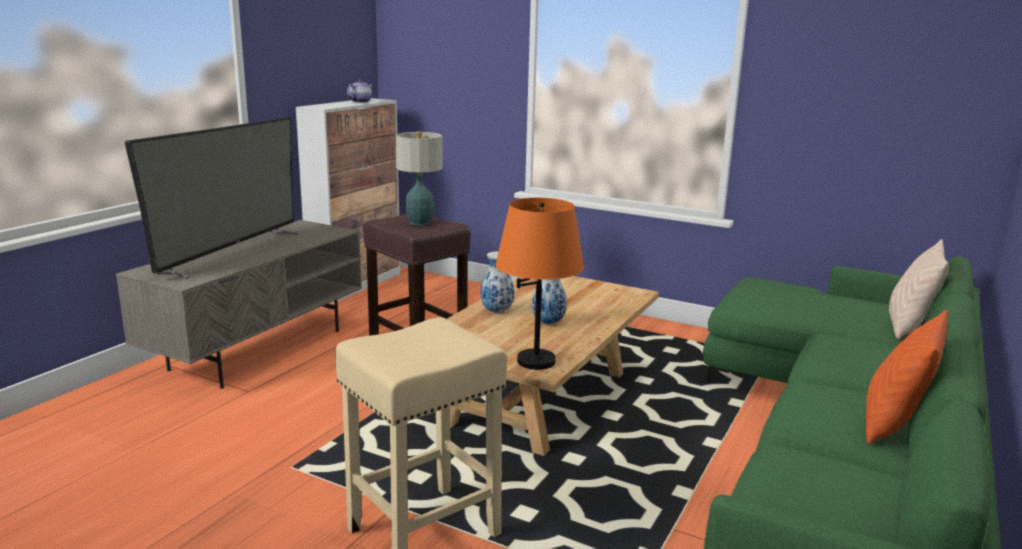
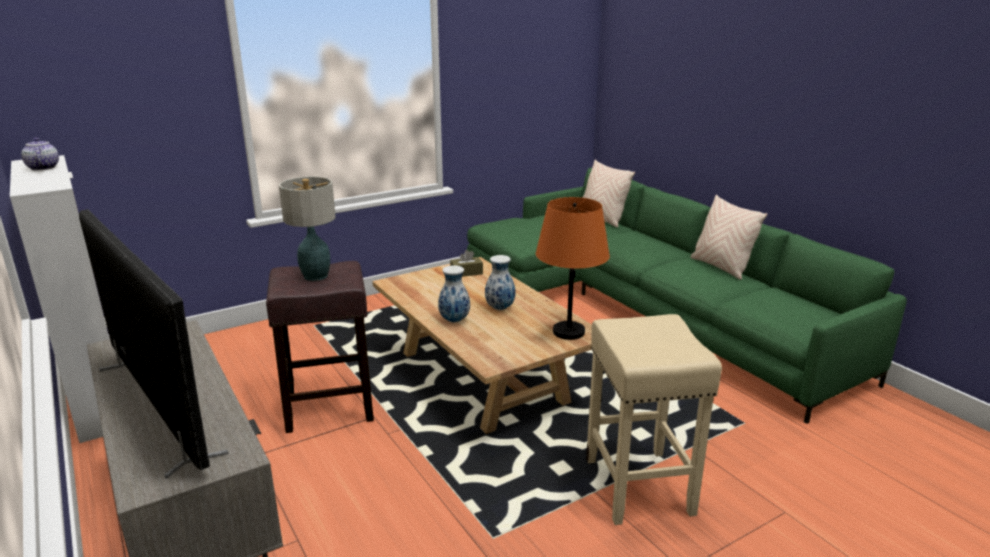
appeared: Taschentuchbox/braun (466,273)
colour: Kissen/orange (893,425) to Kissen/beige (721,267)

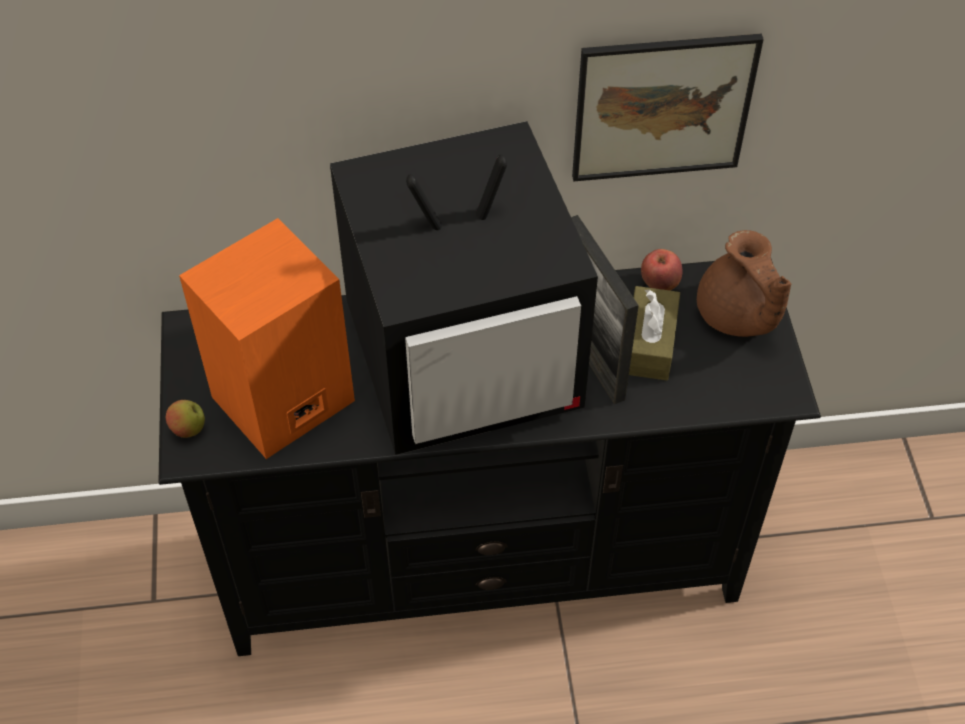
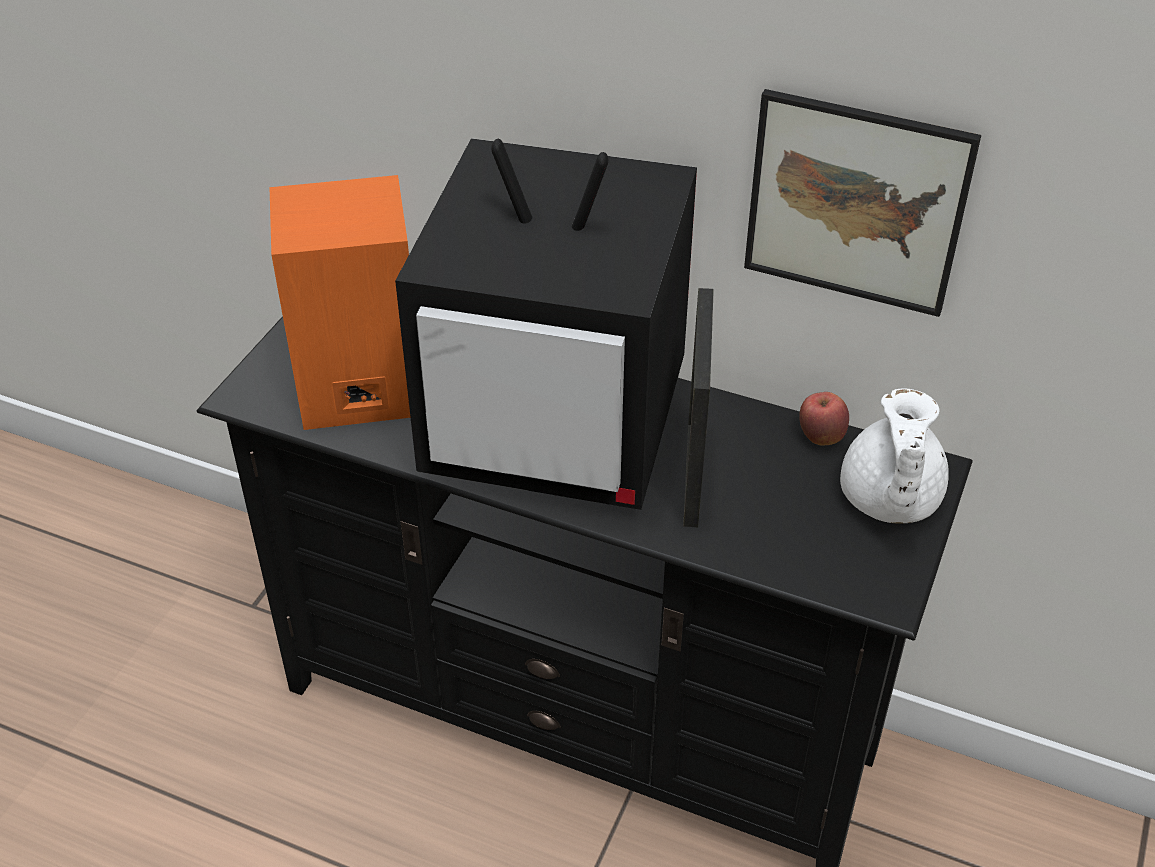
missing: Apfel (188,429); Taschentuchbox/braun (649,344)
colour: Teekanne/braun (737,316) to Teekanne/weiß (888,500)

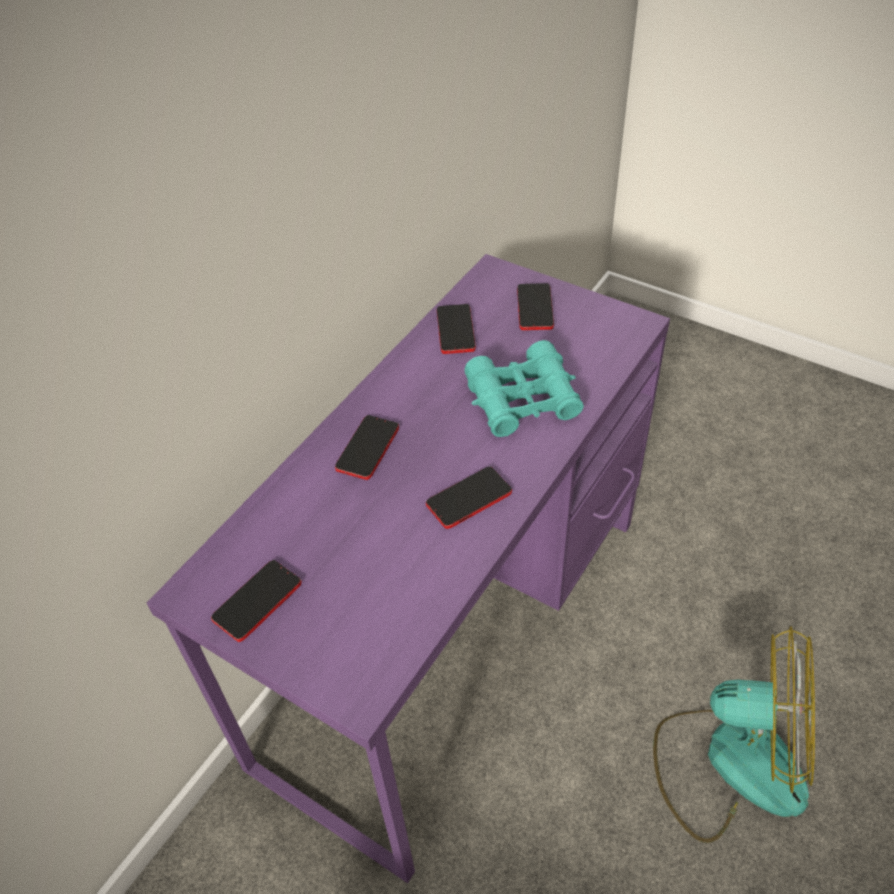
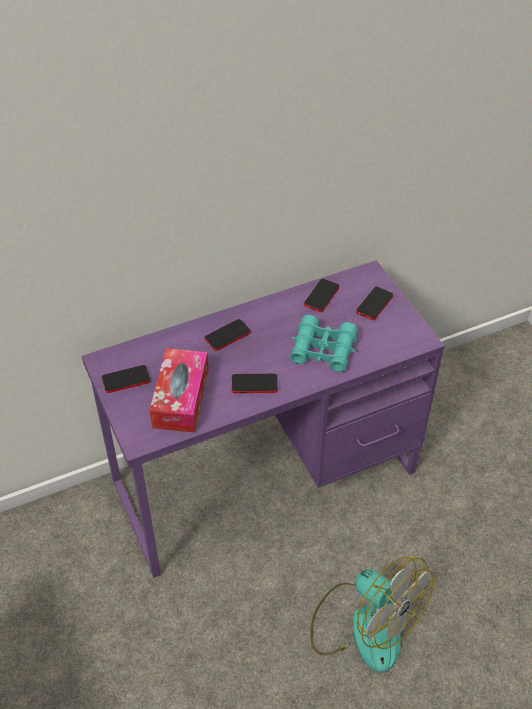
appeared: Taschentuchbox (181,398)

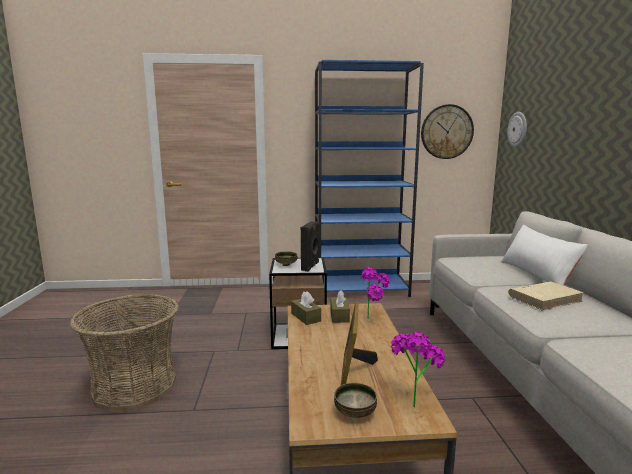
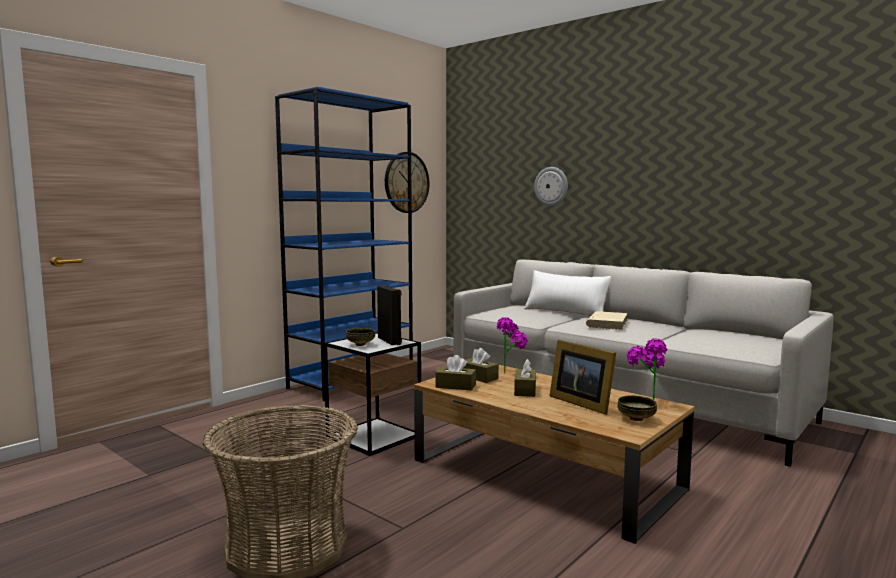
appeared: Taschentuchbox/braun (525,390)
relocated: Wanduhr (518,129) to (551,186)

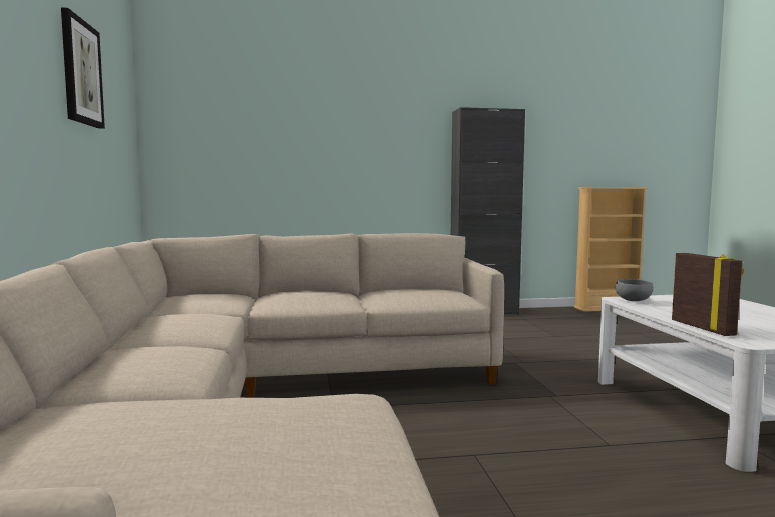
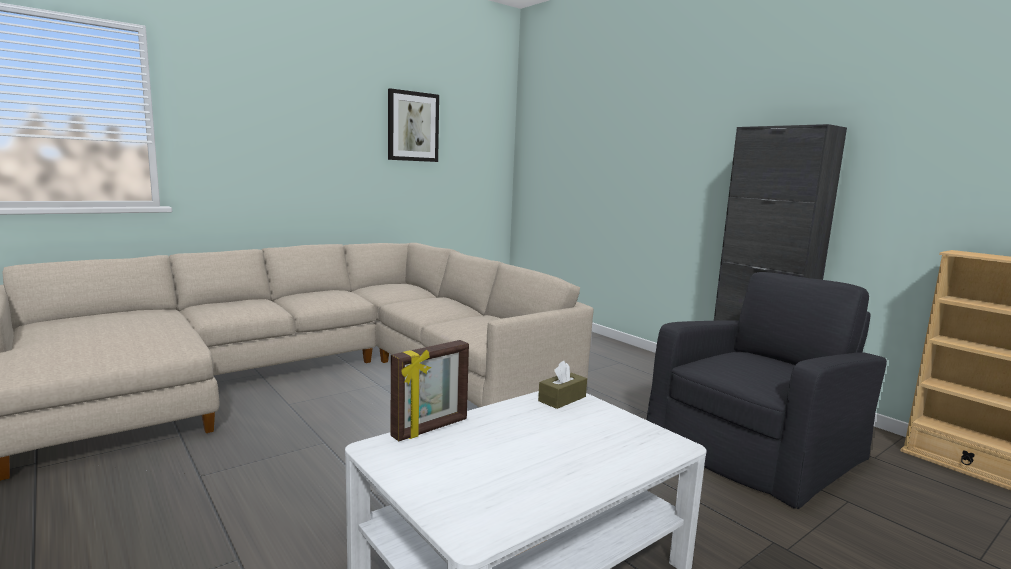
appeared: Sessel/schwarz (755,446)
exchanged: Schüssel/grau (634,301) to Taschentuchbox/braun (562,399)

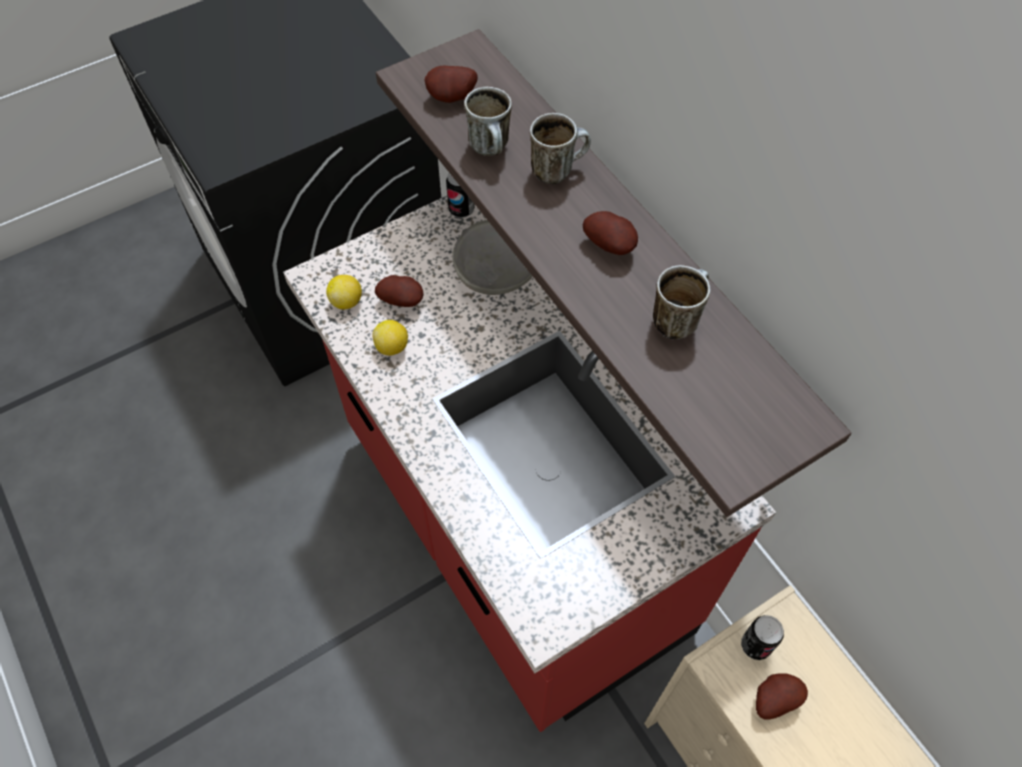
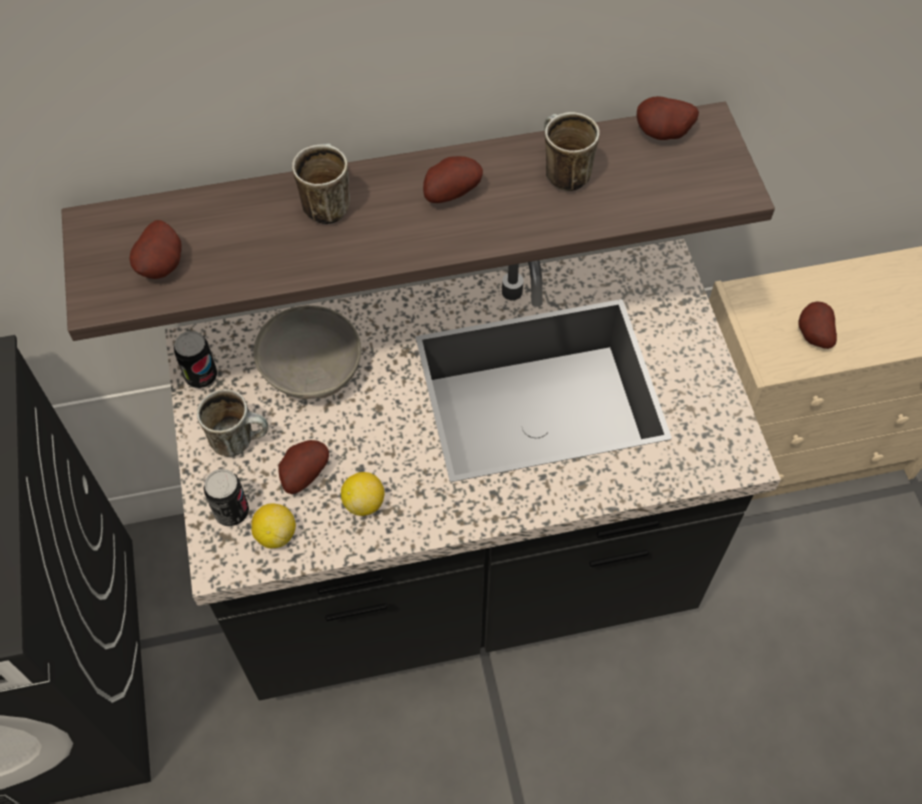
appeared: Kartoffel (663,135)
relocated: Henkelbecher (492,150) to (240,440); Dose (755,645) to (232,512)
colour: Küchenzeile/rot (511,532) to Küchenzeile/schwarz (460,574)

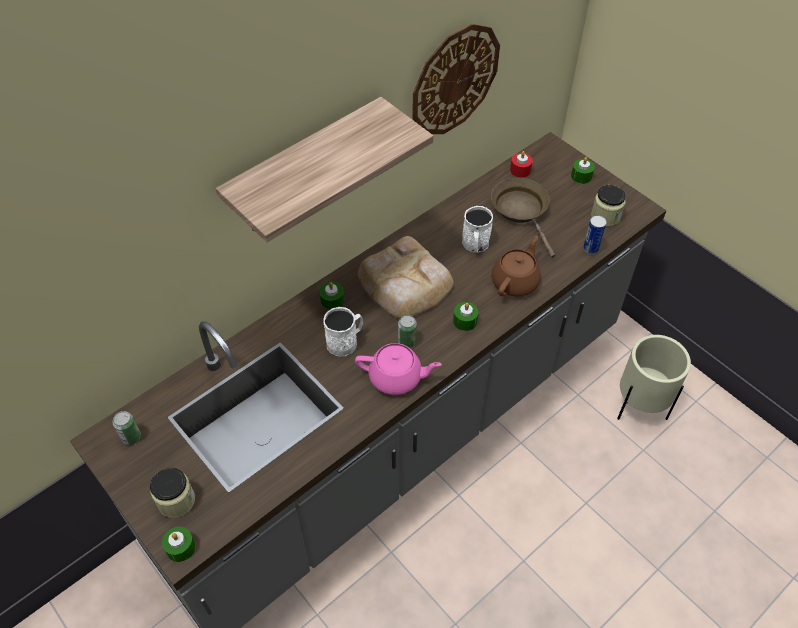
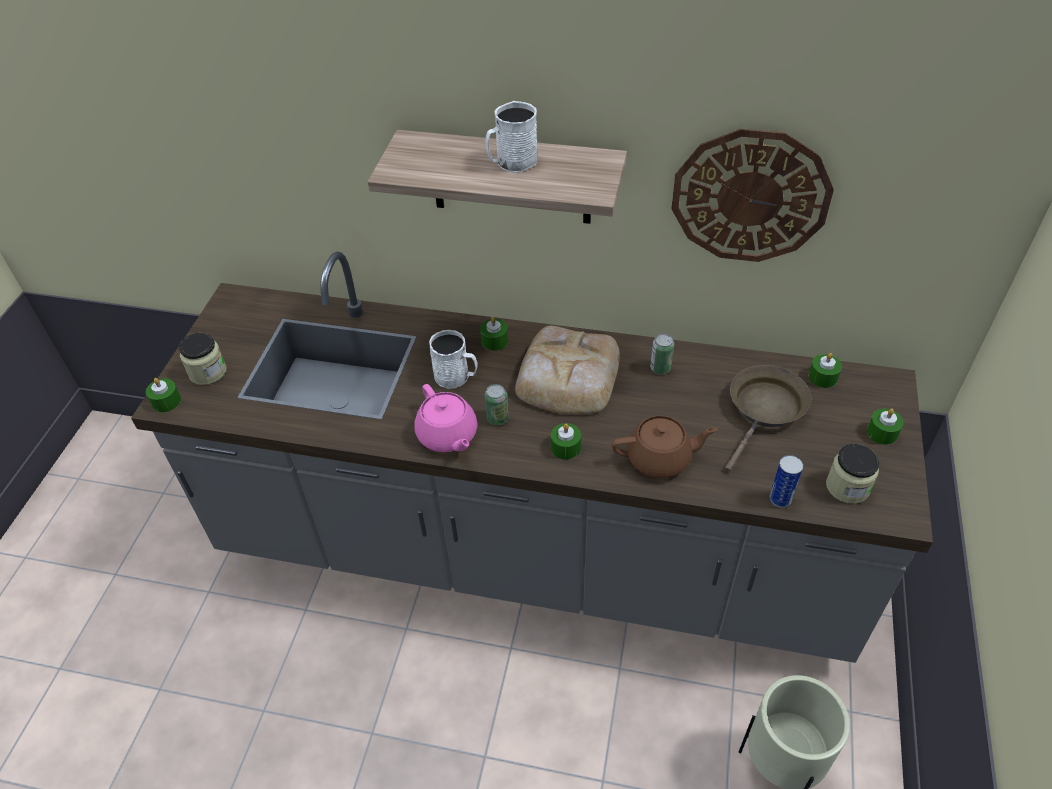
relocated: Dose (131,437) to (660,368); Henkelbecher/weiß (475,245) to (511,163)
colour: Kerze/rot (520,170) to Kerze/grün (822,377)

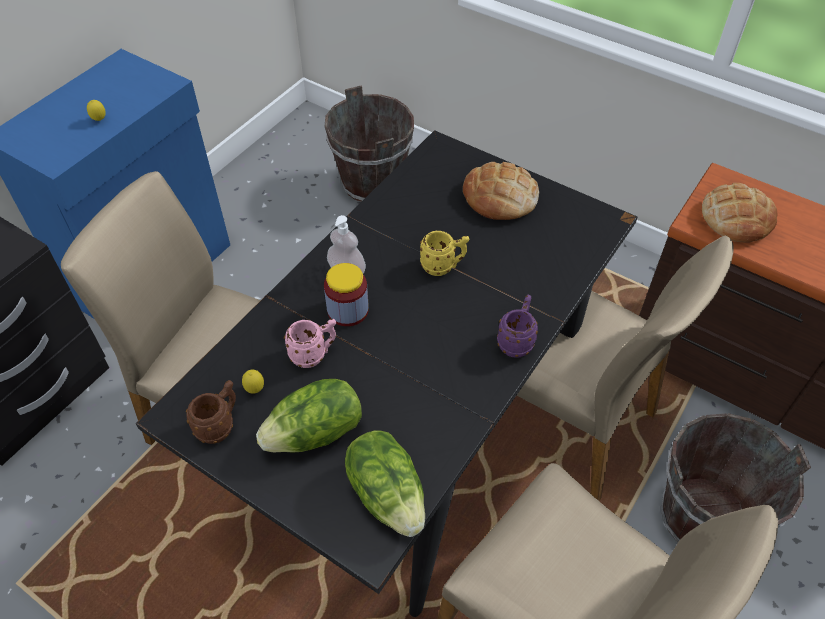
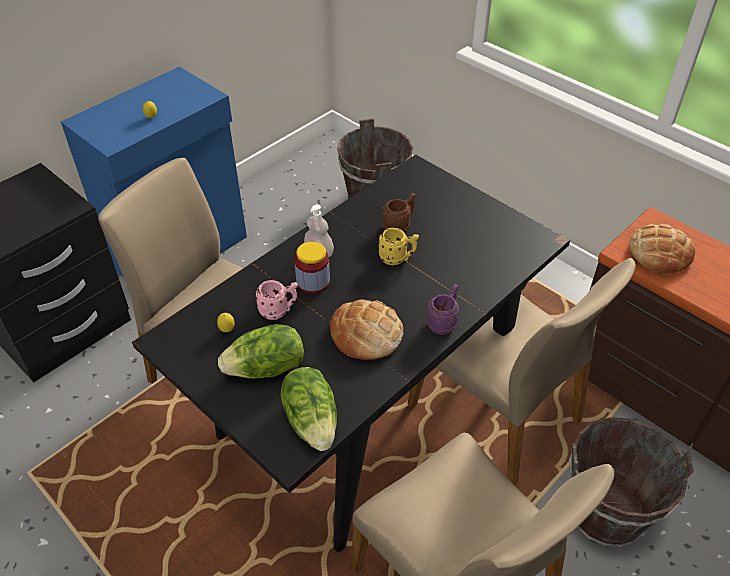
relocated: Henkelbecher/braun (220,425) to (399,226); Brot (500,197) to (366,334)

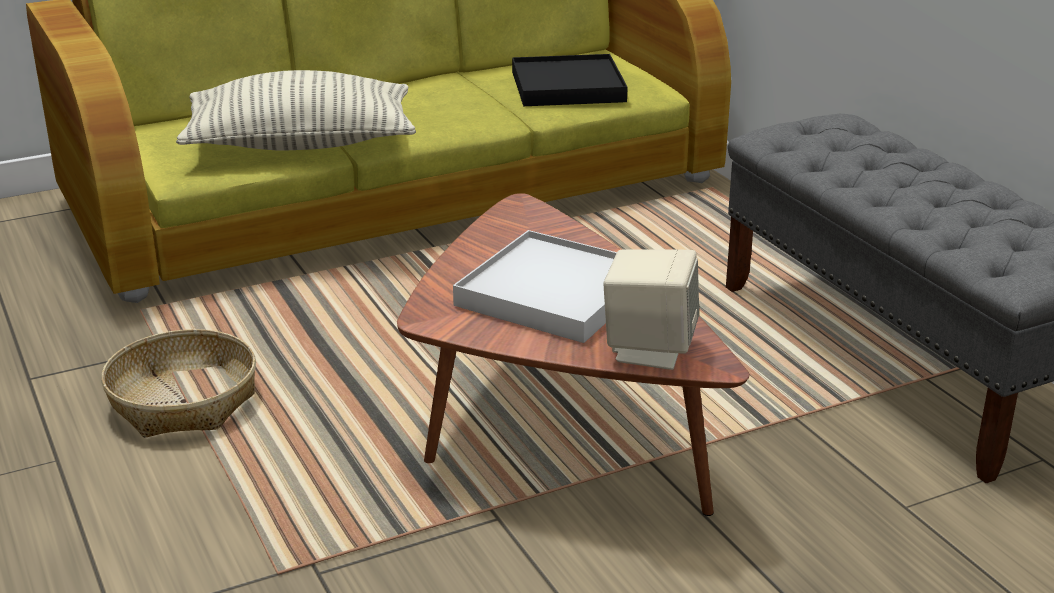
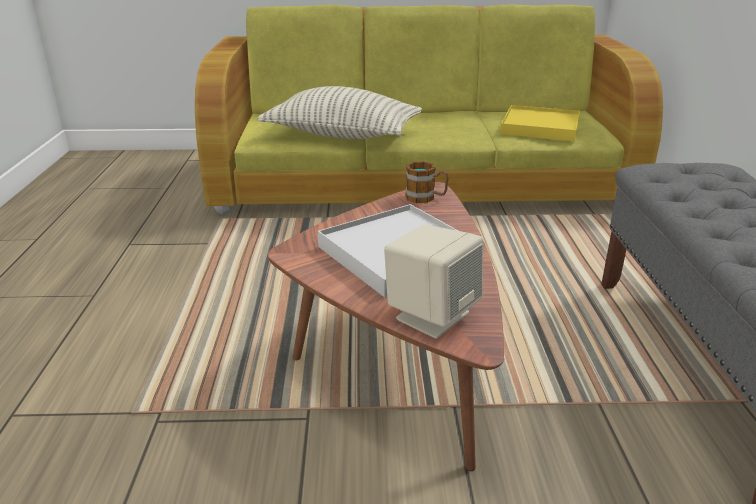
missing: Korb (183,402)
appeared: Henkelbecher (426,198)
colour: Tablett/schwarz (567,86) to Tablett/gelb (540,127)

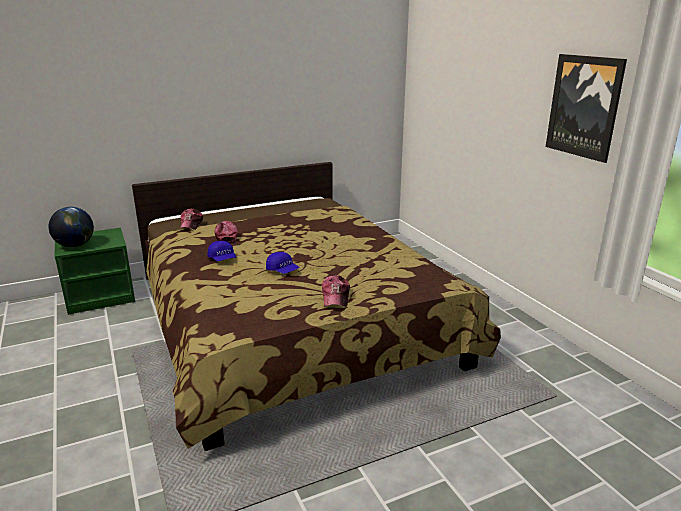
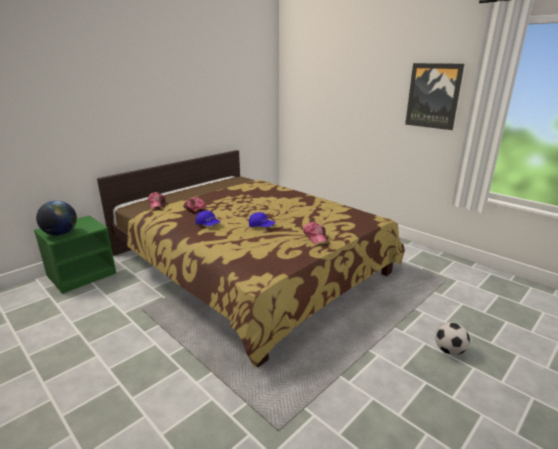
appeared: Fußball (449,350)

